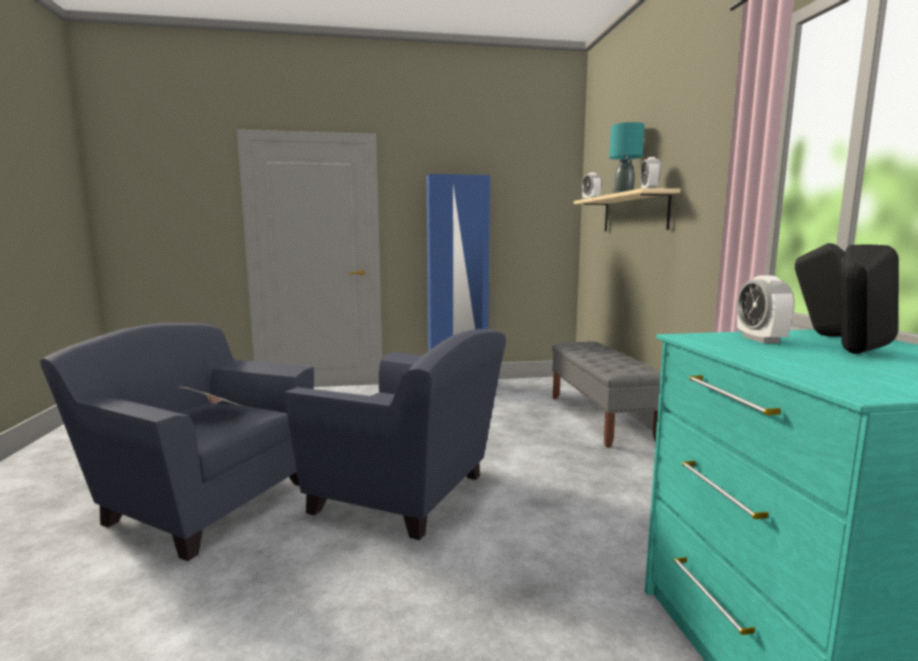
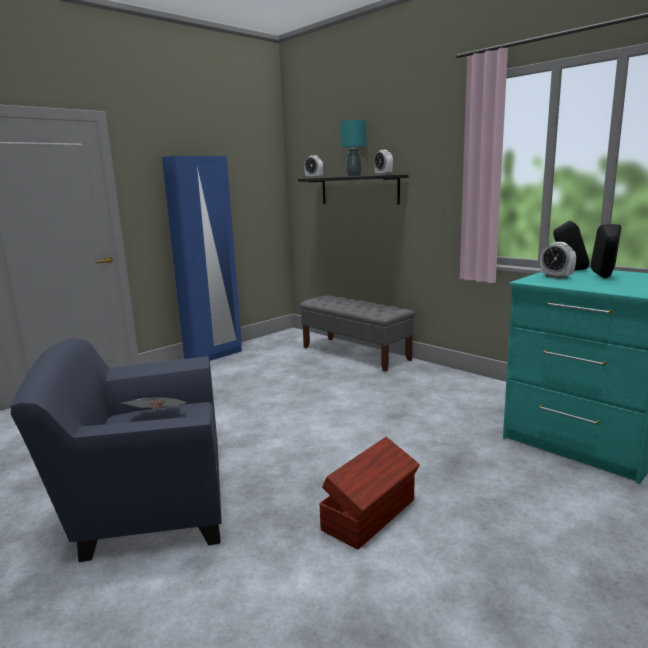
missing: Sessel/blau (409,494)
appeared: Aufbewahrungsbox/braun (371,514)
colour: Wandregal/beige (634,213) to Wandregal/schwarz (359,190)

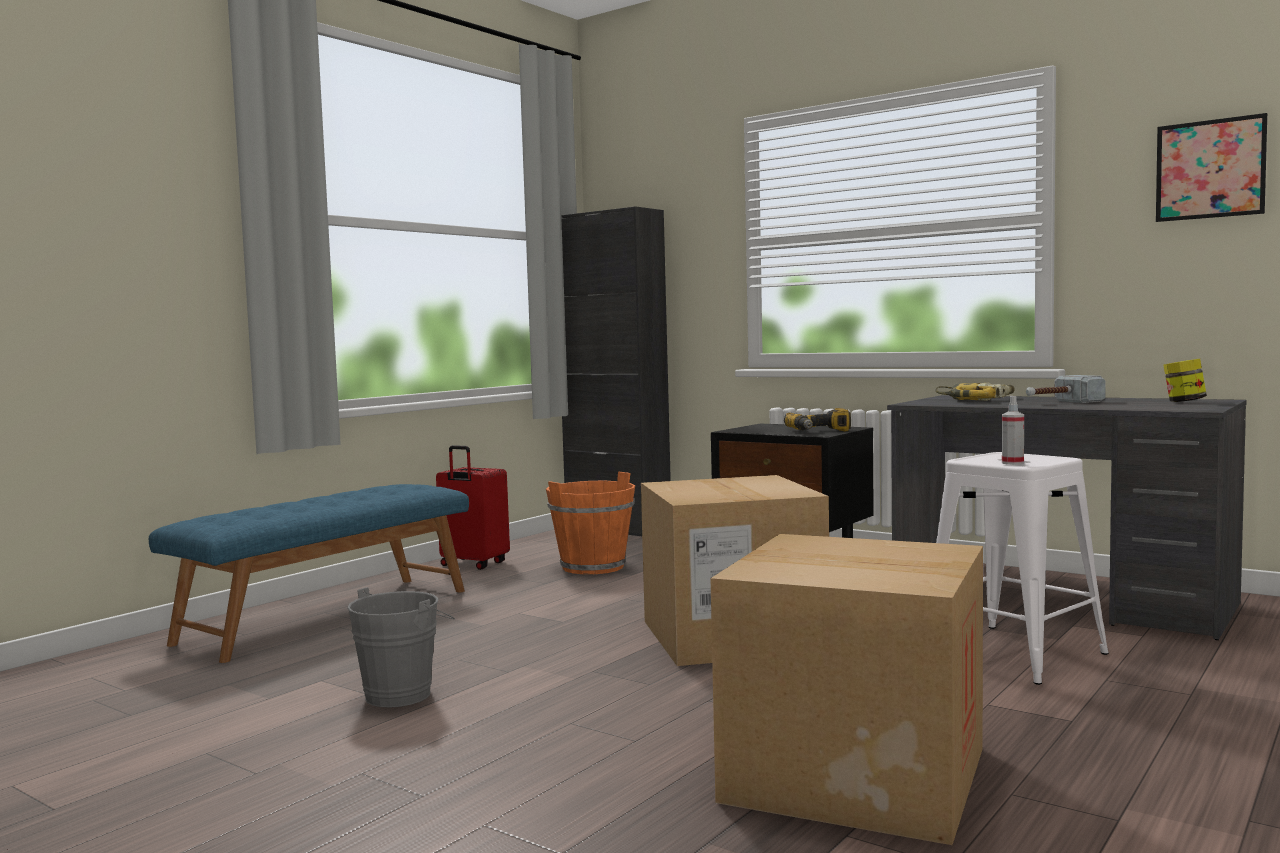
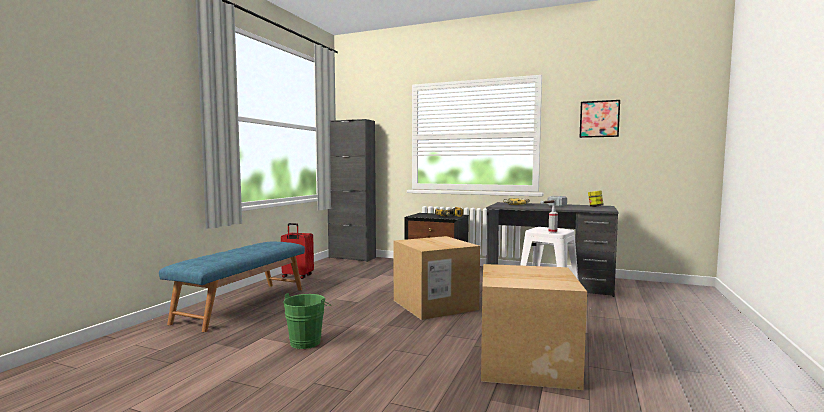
missing: Eimer/orange (593,567)
colour: Eimer/grau (404,693) to Eimer/grün (307,341)

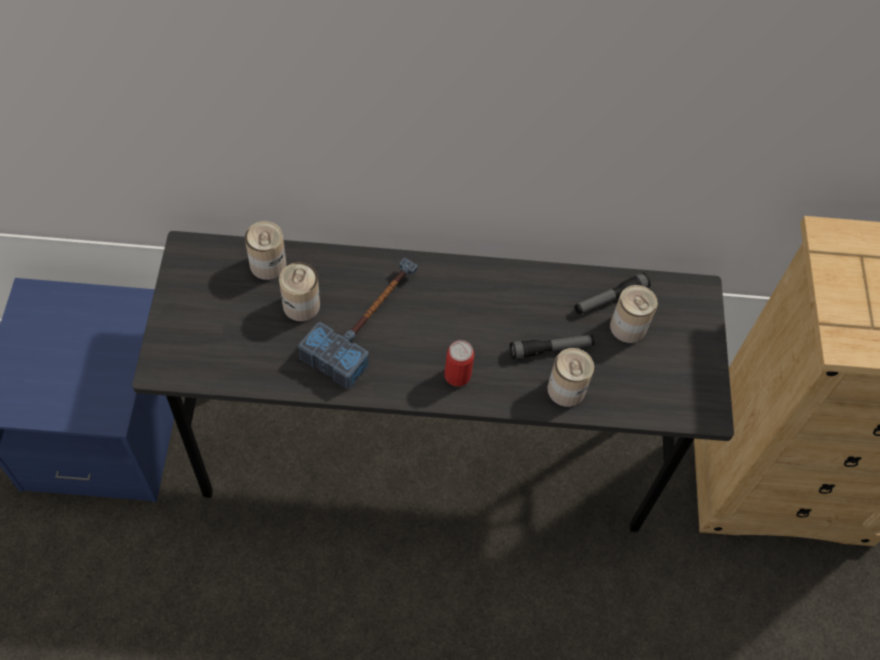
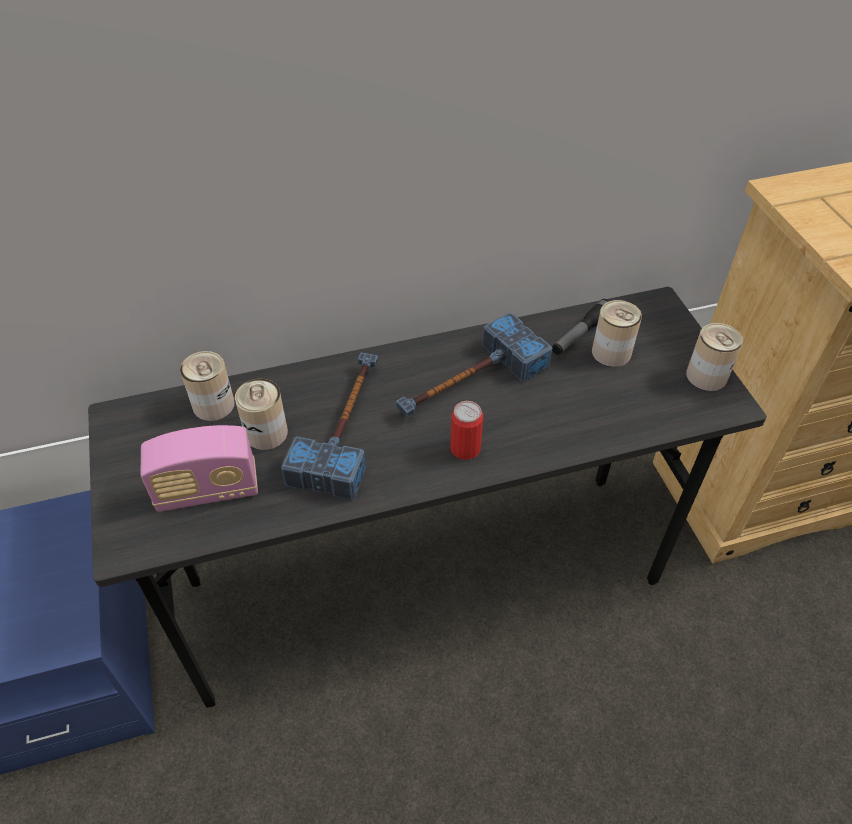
missing: Taschenlampe (551,349)
appeared: Radio (208,490); Hammer (467,382)
relocated: Dose (566,389) to (706,376)

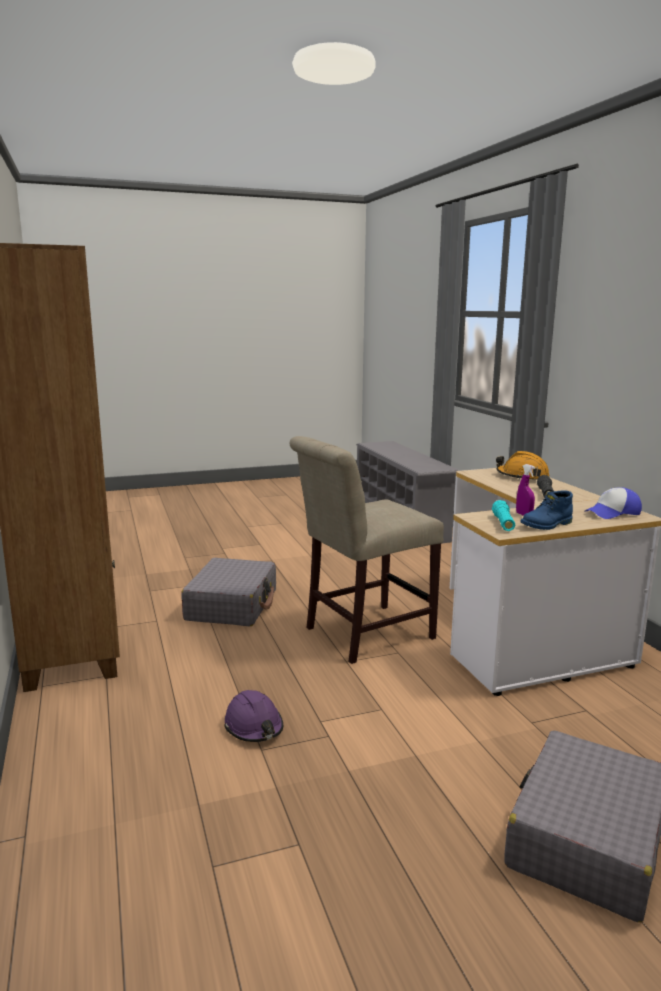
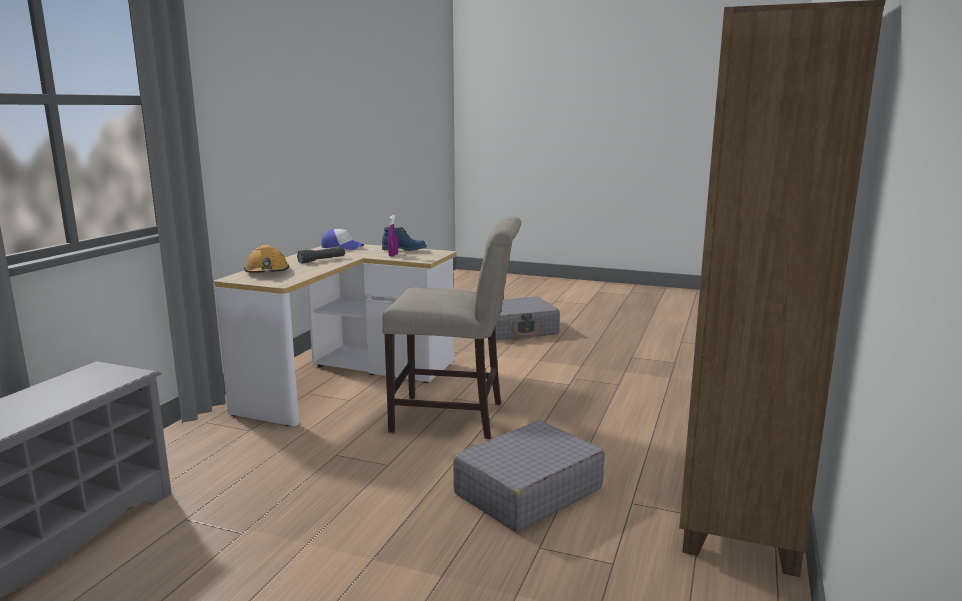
missing: Schutzhelm/lila (254,727); Taschenlampe/türkis (503,523)

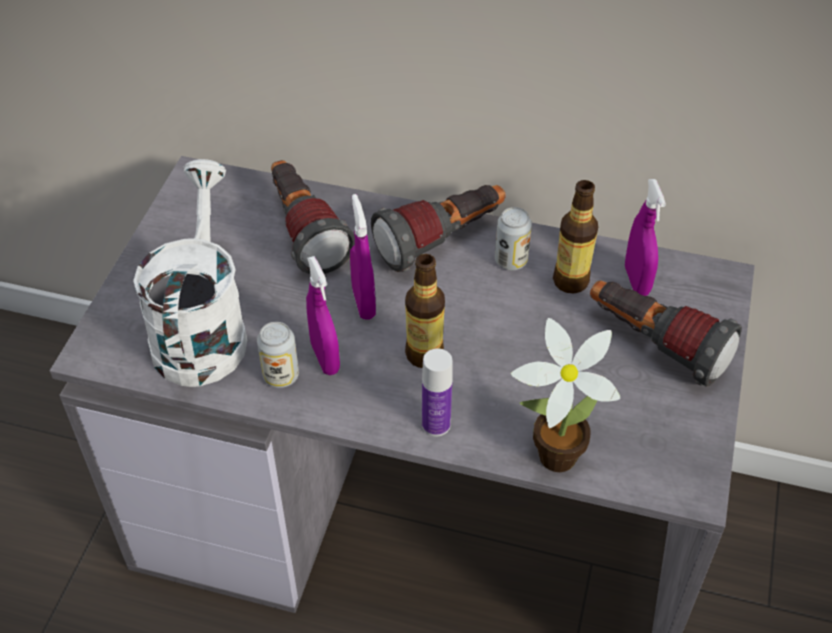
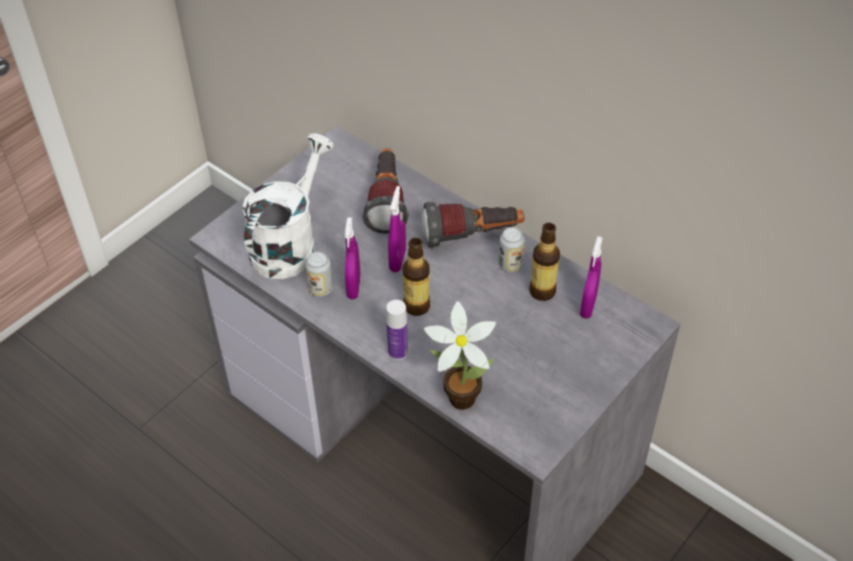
missing: Taschenlampe (654,345)

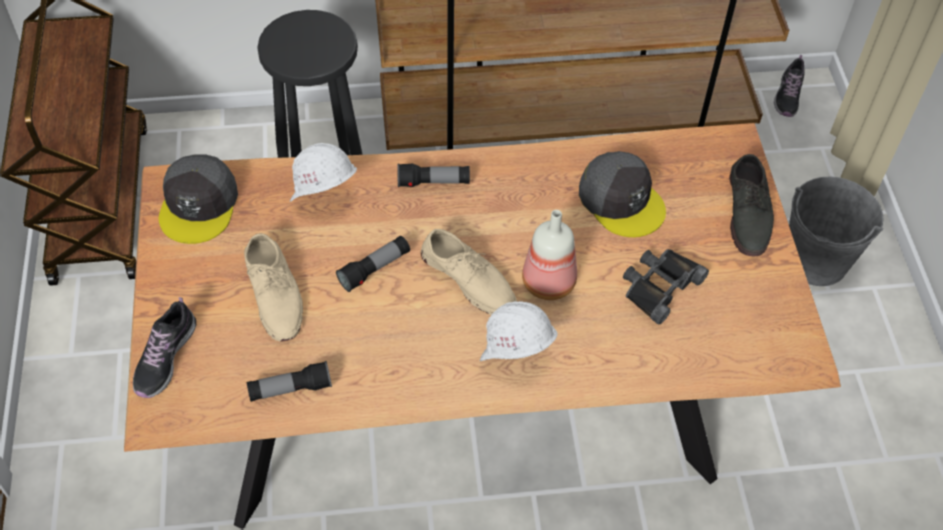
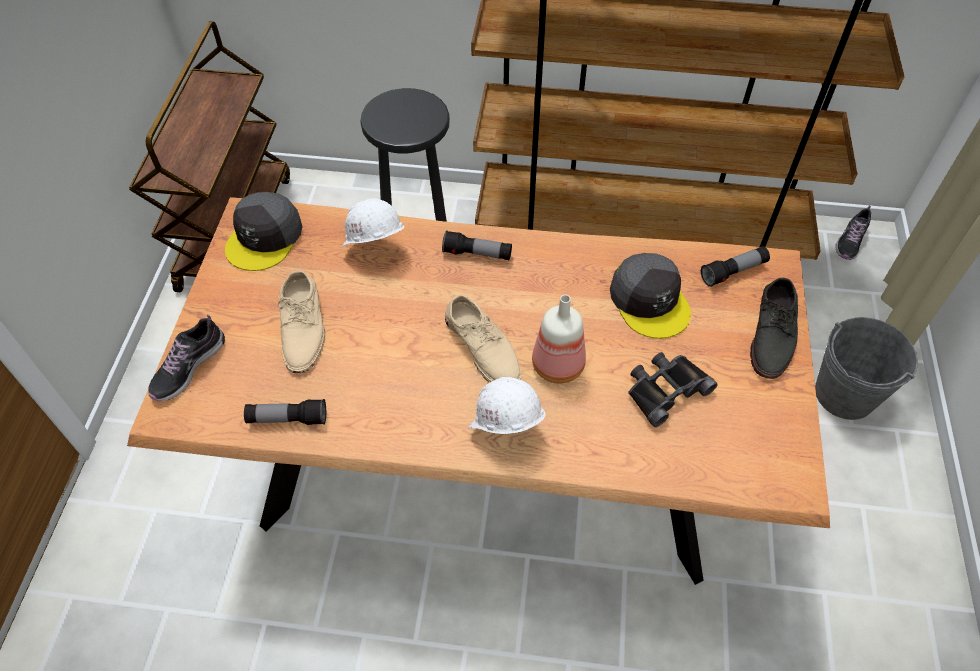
relocated: Taschenlampe (374,269) to (733,272)

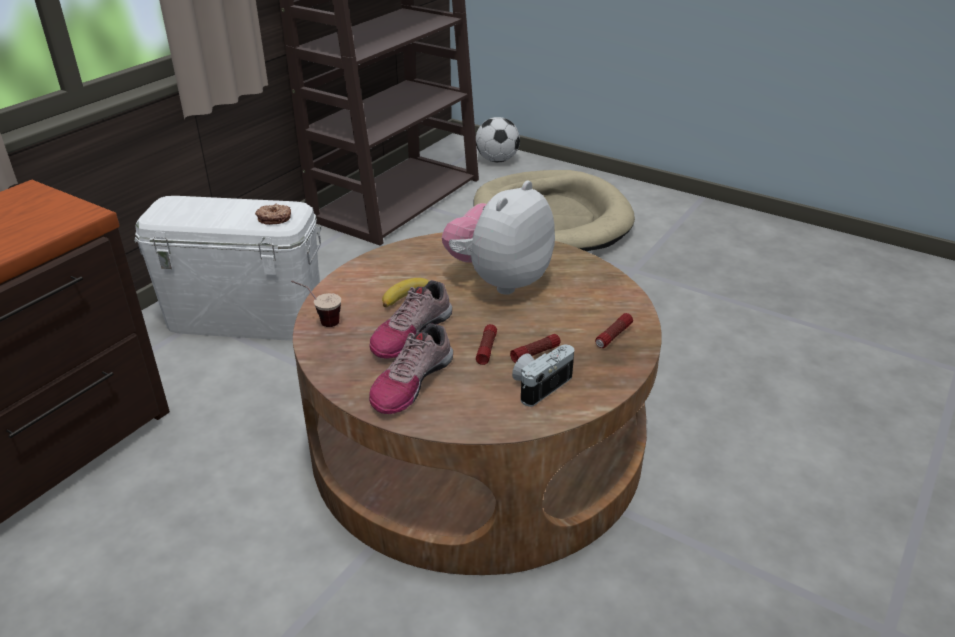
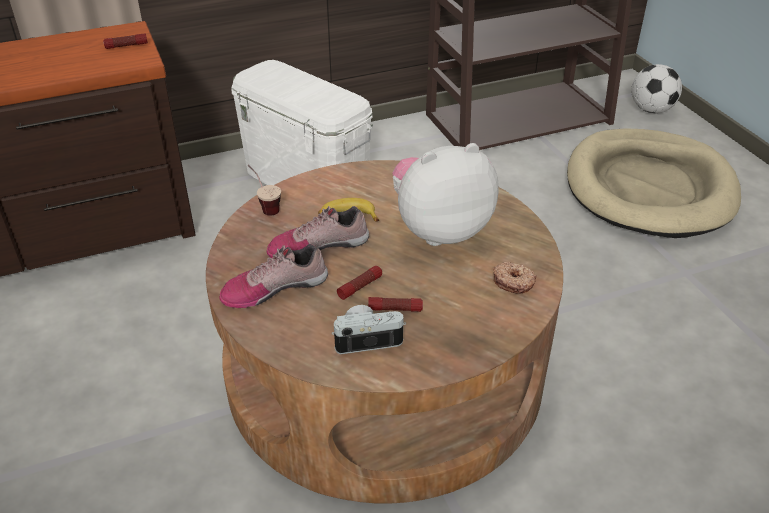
relocated: Donut (274,218) to (513,282); Taschenlampe (613,336) to (126,46)

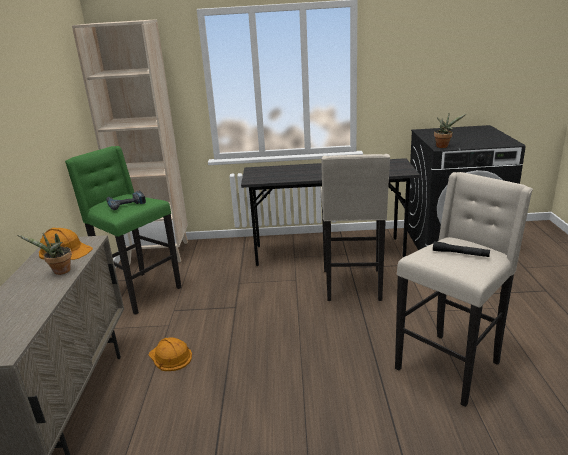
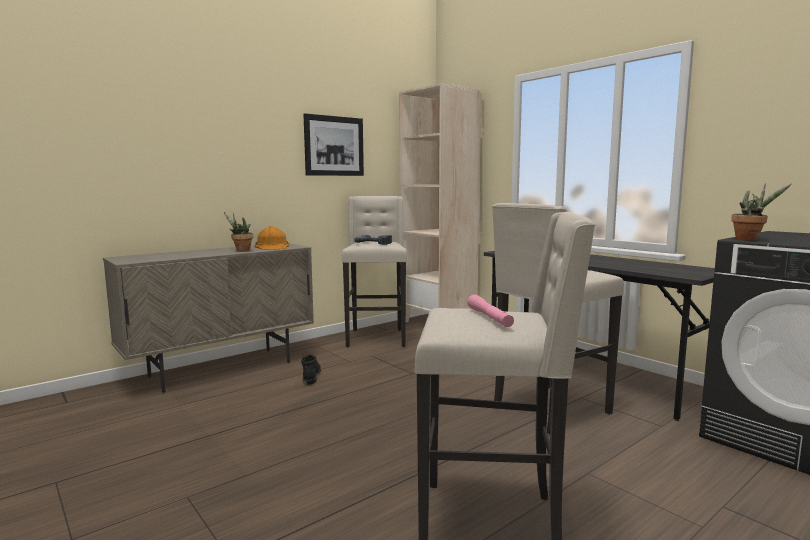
appeared: Bild (334,146)
exchanged: Schutzhelm/orange (170,357) to Stiefel/schwarz (310,376)
colour: Hocker/grün (139,292) to Hocker/beige (376,337); Taschenlampe/schwarz (460,254) to Taschenlampe/rosa (489,318)

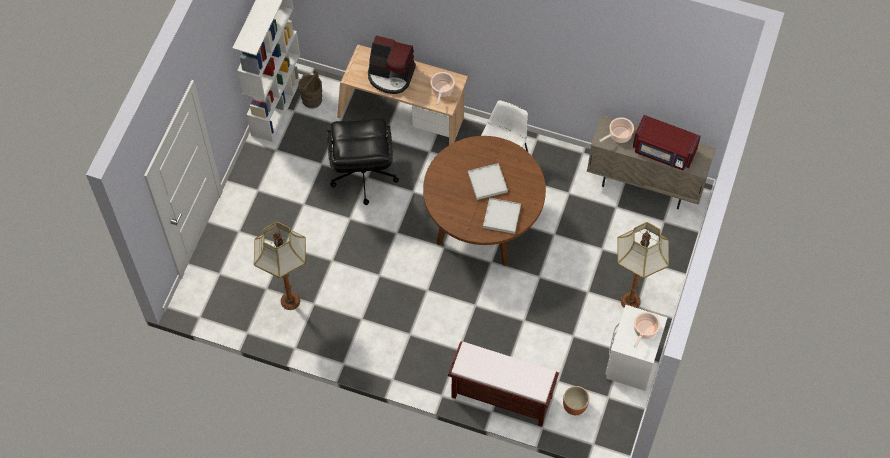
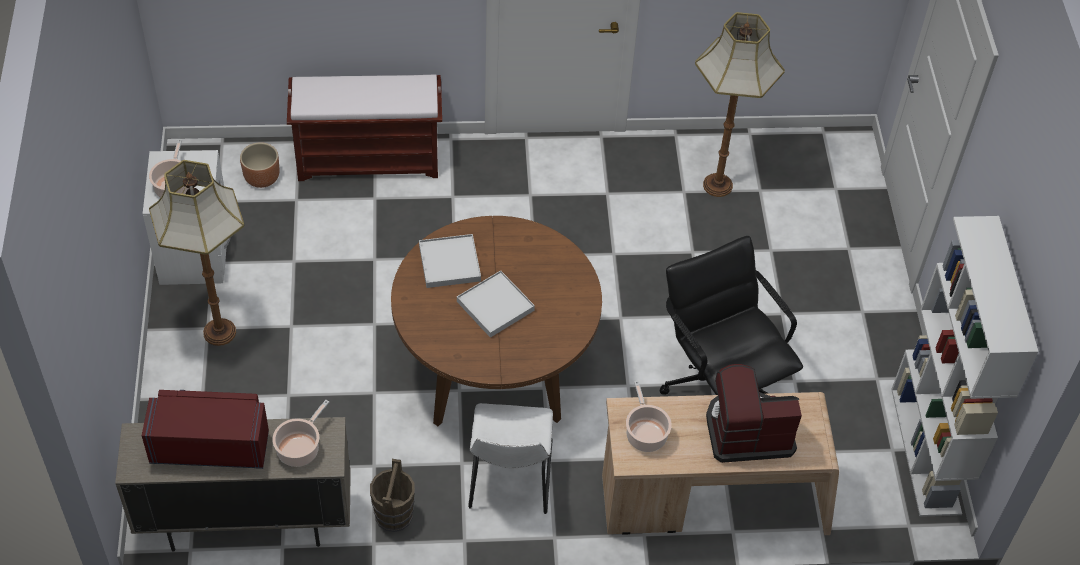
relocated: Eimer/braun (312,100) to (394,515)

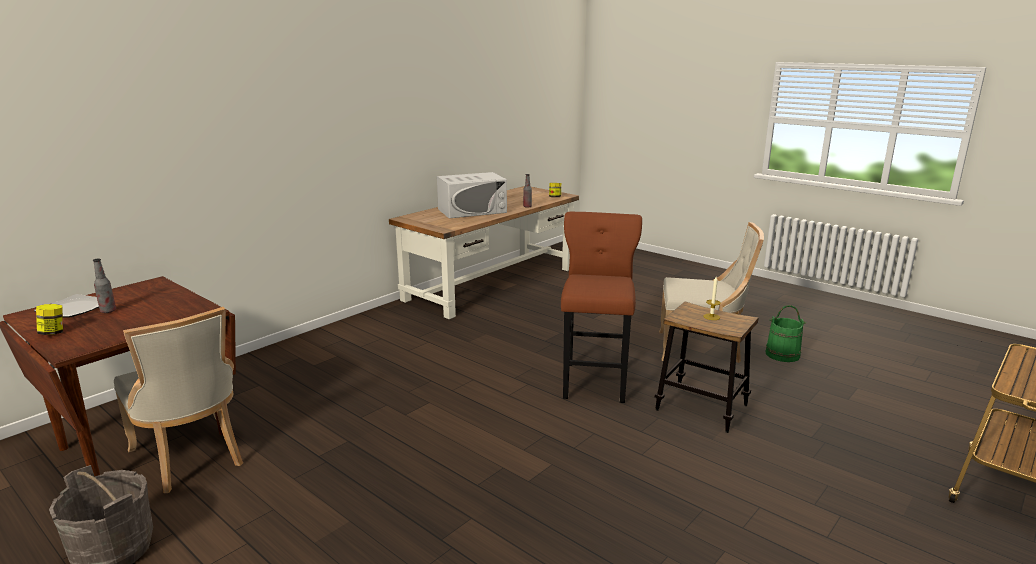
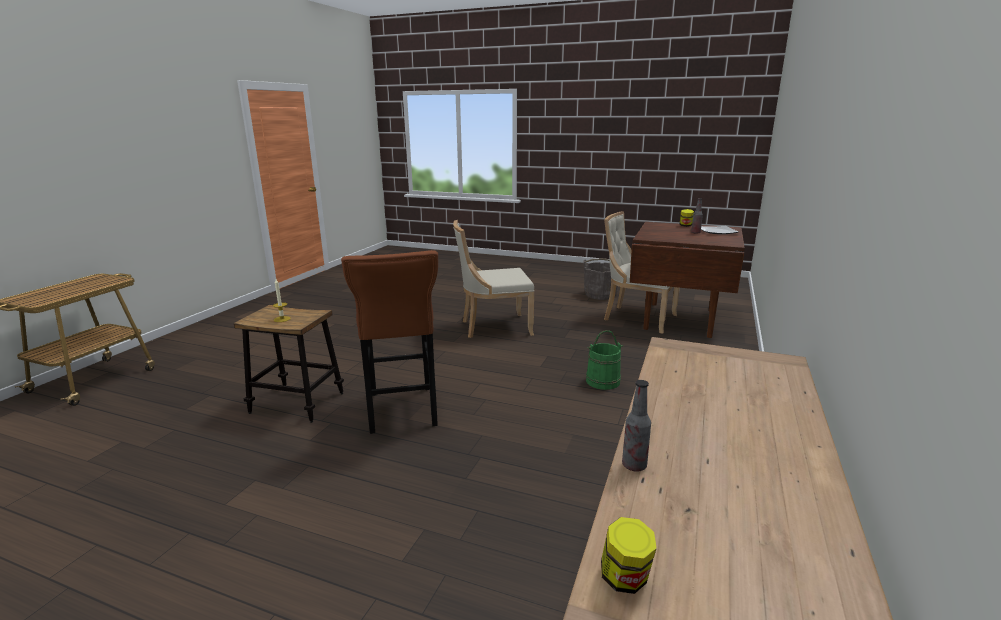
missing: Mikrowelle/weiß (472,211)
relocated: Stuhl/beige (702,348) to (493,327); Eimer/grün (782,354) to (603,381)

